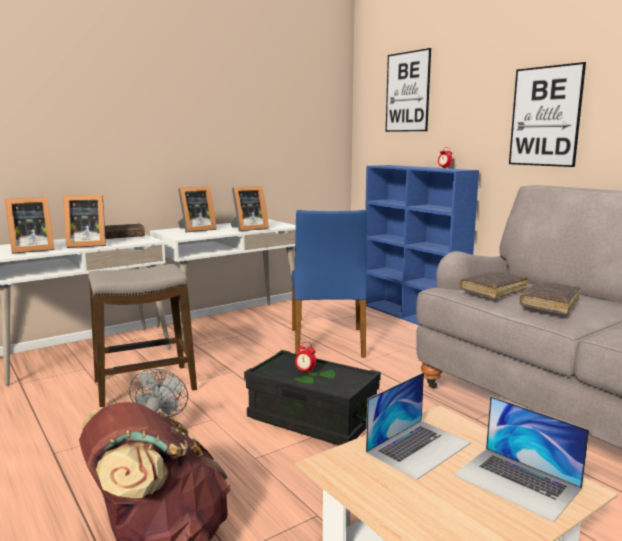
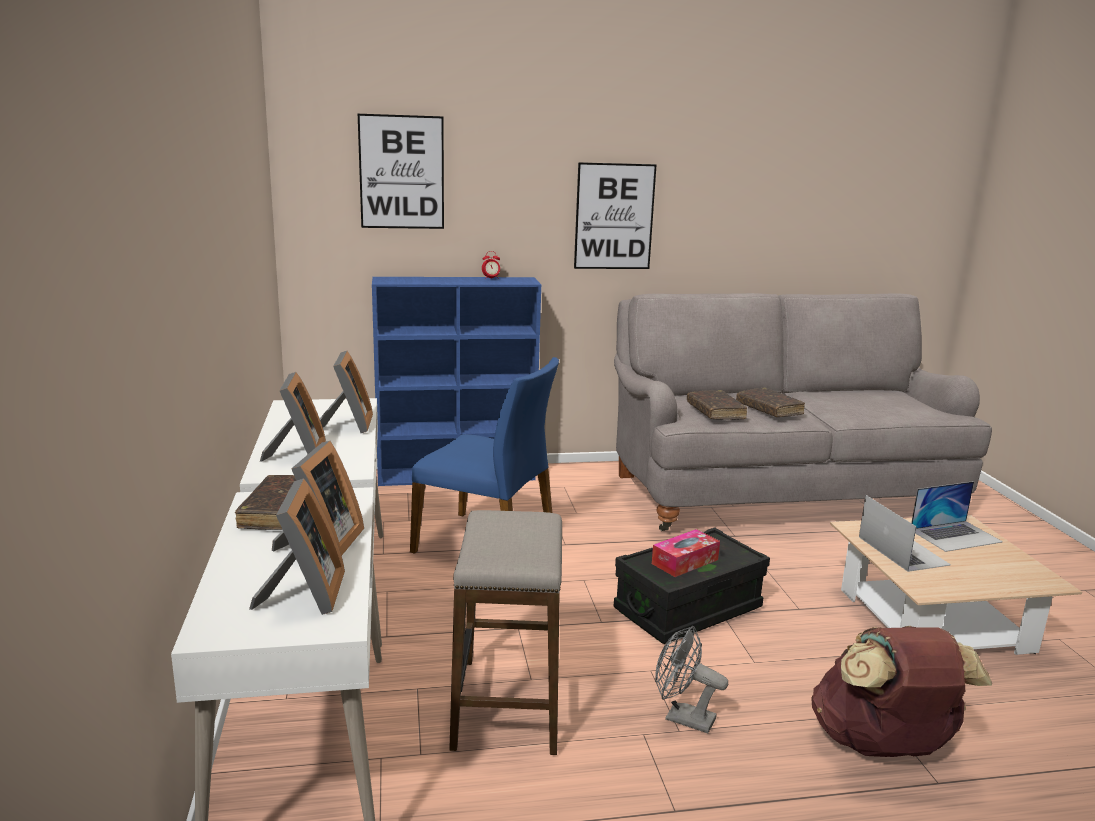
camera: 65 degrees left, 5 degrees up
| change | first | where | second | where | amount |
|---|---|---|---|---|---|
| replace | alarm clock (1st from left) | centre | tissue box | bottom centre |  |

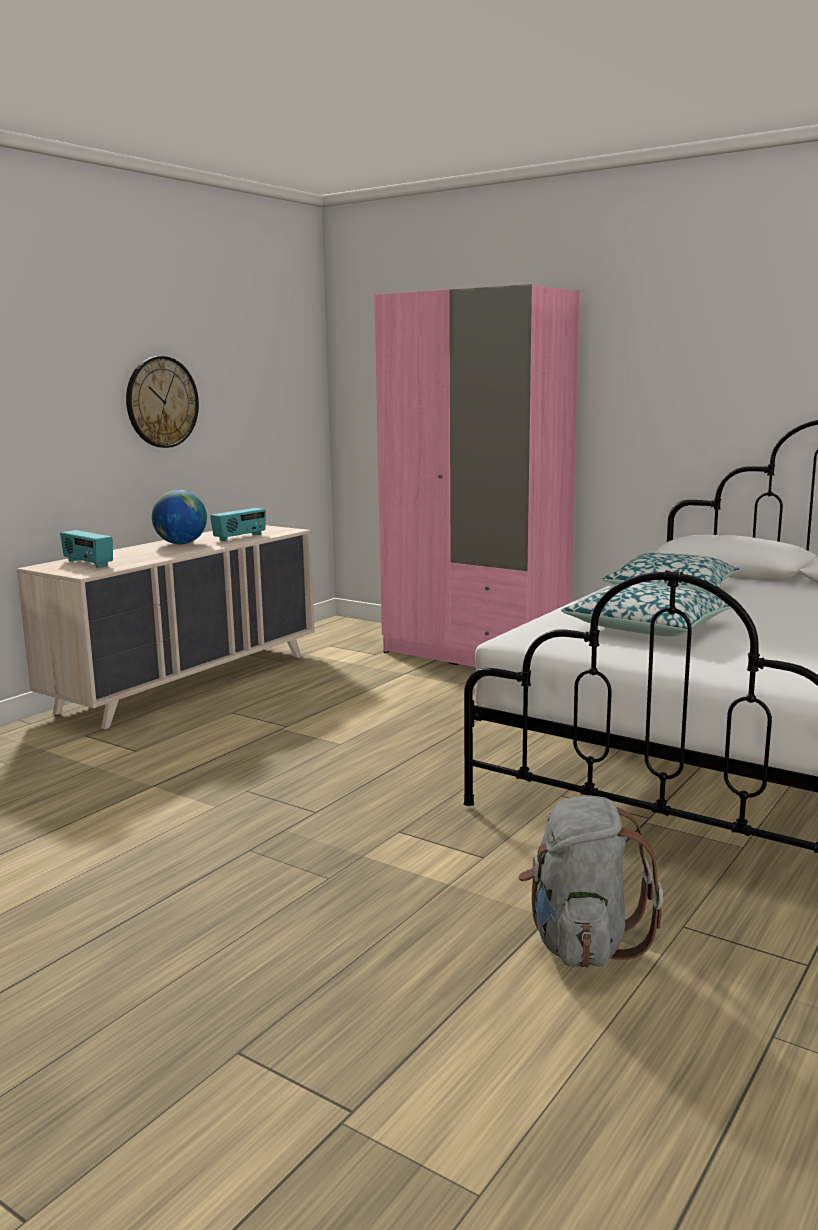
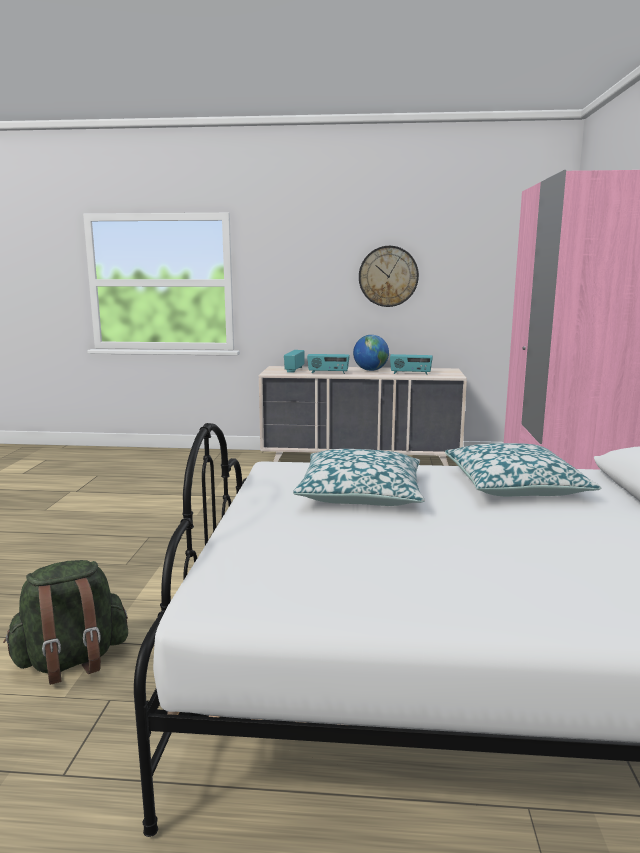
camera: 60 degrees right, 0 degrees up
| change | first | where | second | where | amount |
|---|---|---|---|---|---|
| insert |  |  | radio (2nd from left) | centre |  |
| recolor | backpack (grey) | bottom right | backpack (green) | bottom left |  |

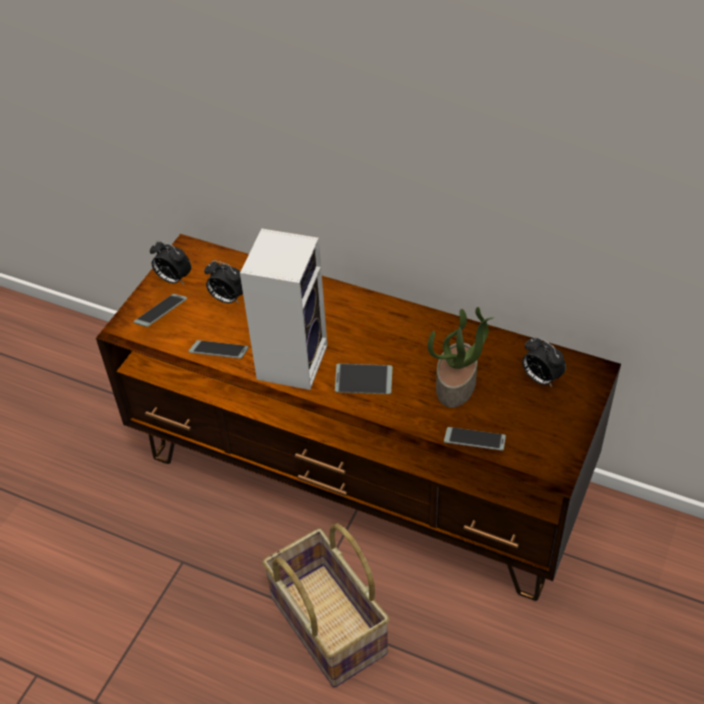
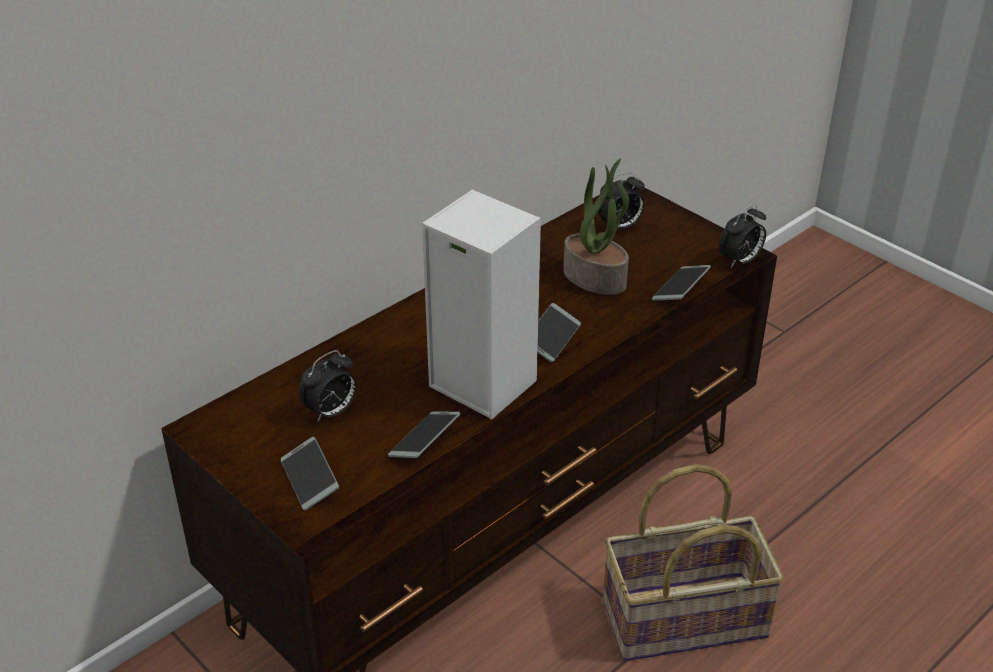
camera: 70 degrees left, 10 degrees down
| change | first | where | second | where | amount |
|---|---|---|---|---|---|
| move | alarm clock (1st from left in the first image) | middle left | alarm clock (3rd from left) | middle right |  |

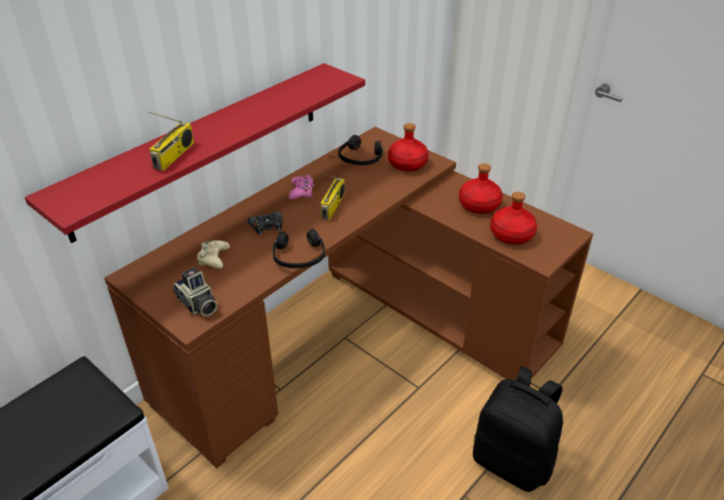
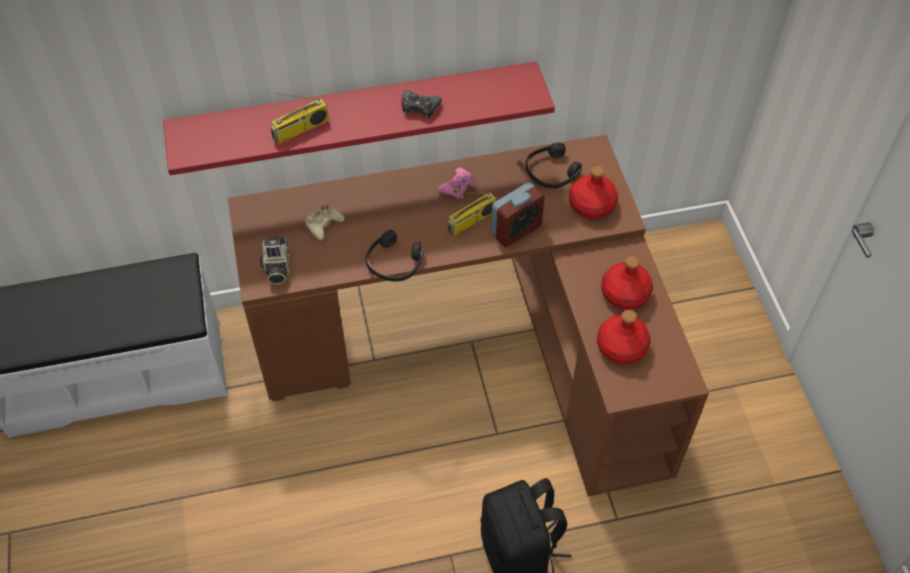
camera: 35 degrees right, 15 degrees up
| change | first | where | second | where | amount |
|---|---|---|---|---|---|
| insert |  |  | alarm clock | centre |  |
| move | game controller (black) | centre |  | top centre |  |

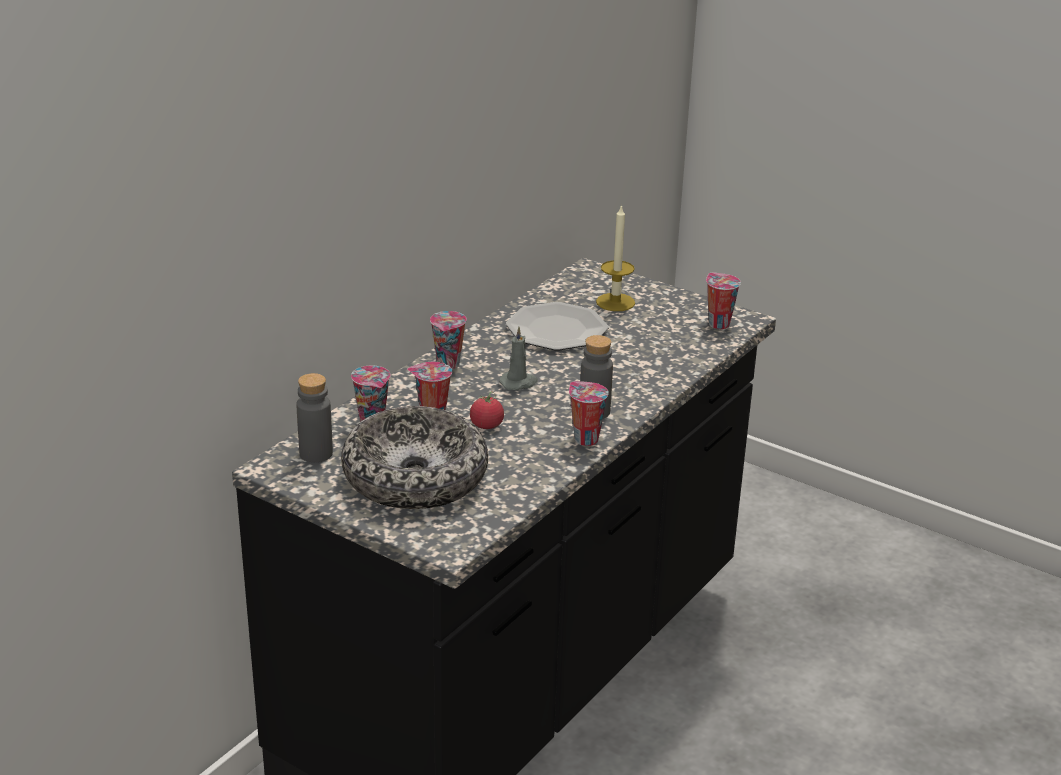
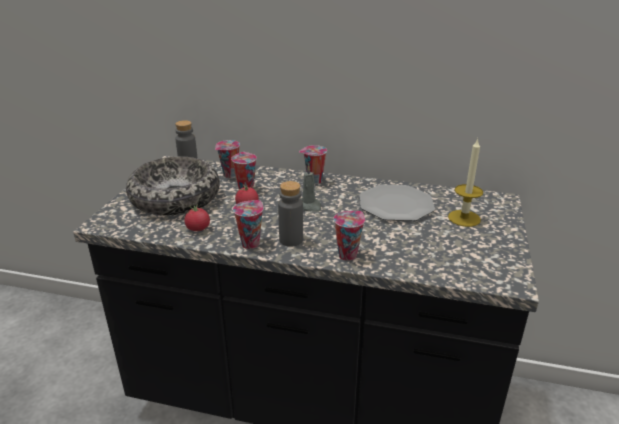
camera: 70 degrees right, 0 degrees up
| change | first | where | second | where | amount |
|---|---|---|---|---|---|
| insert |  |  | tomato (1st from left) | middle left |  |
| move | cup (5th from left) | middle right |  | centre |  |

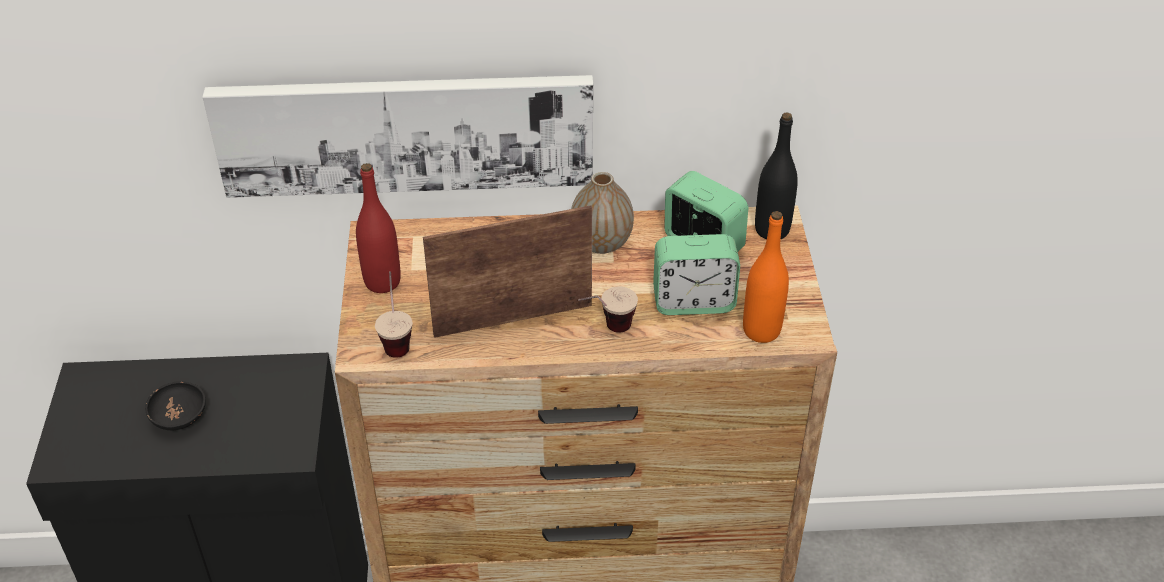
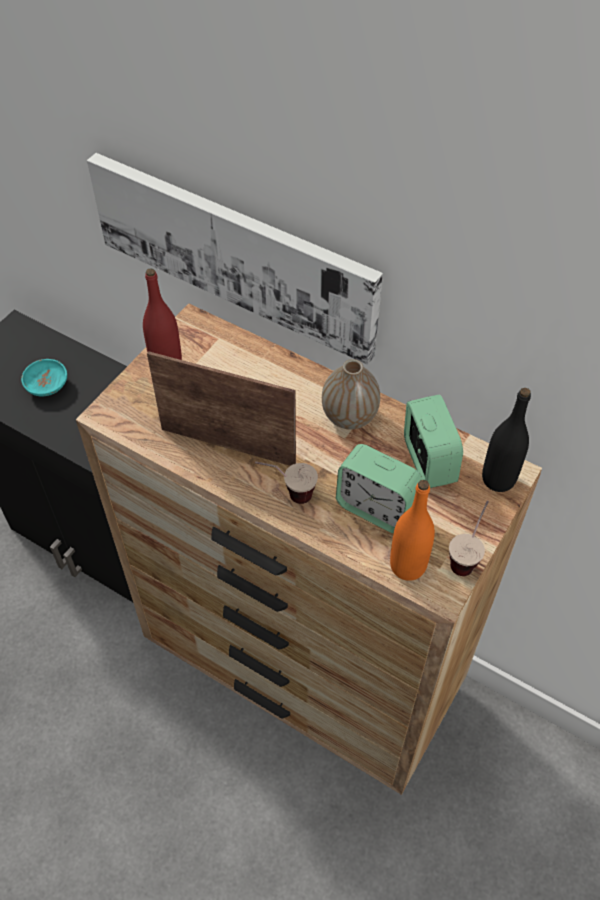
camera: 35 degrees right, 10 degrees up
| change | first | where | second | where | amount |
|---|---|---|---|---|---|
| move | cup (1st from left in the first image) | centre | cup (2nd from left) | middle right |  |
| recolor | bowl (black) | bottom left | bowl (turquoise) | middle left |  |

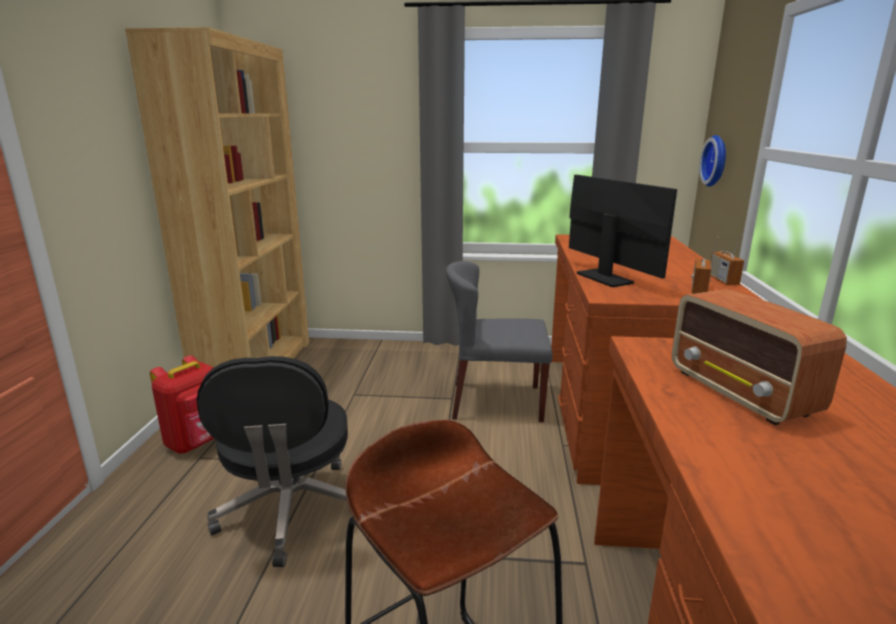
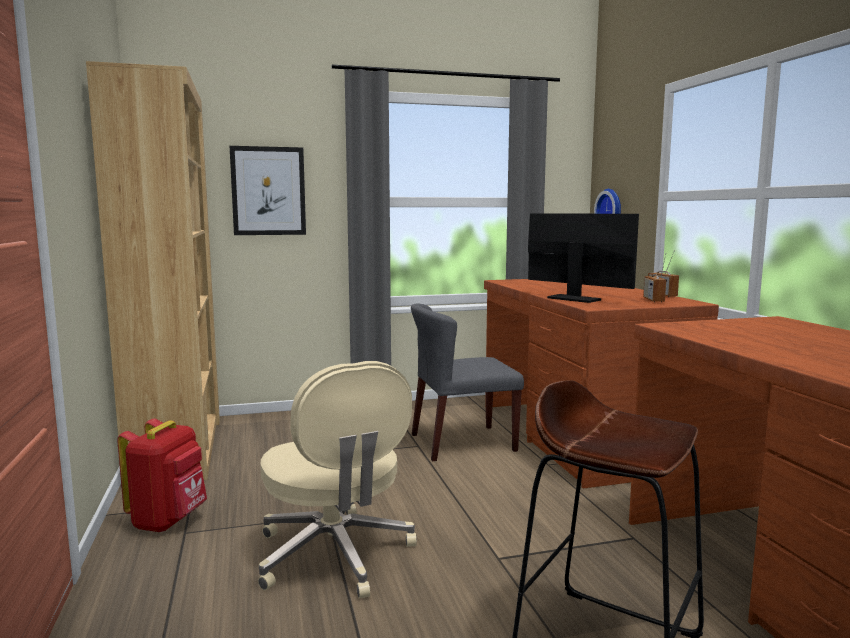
camera: 20 degrees left, 10 degrees down
| change | first | where | second | where | amount |
|---|---|---|---|---|---|
| delete | radio (3rd from left) | middle right |  |  |  |
| insert |  |  | picture | top left |  |
| recolor | office chair (black) | bottom left | office chair (beige) | bottom centre |  |

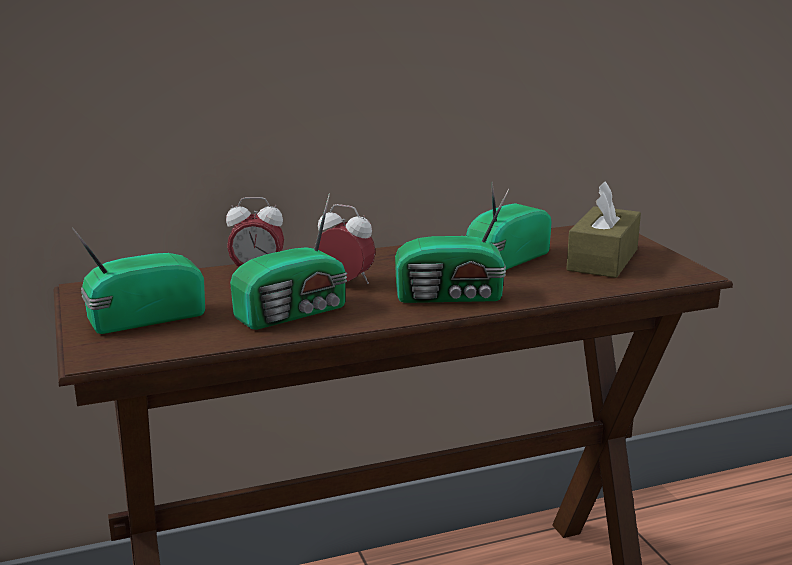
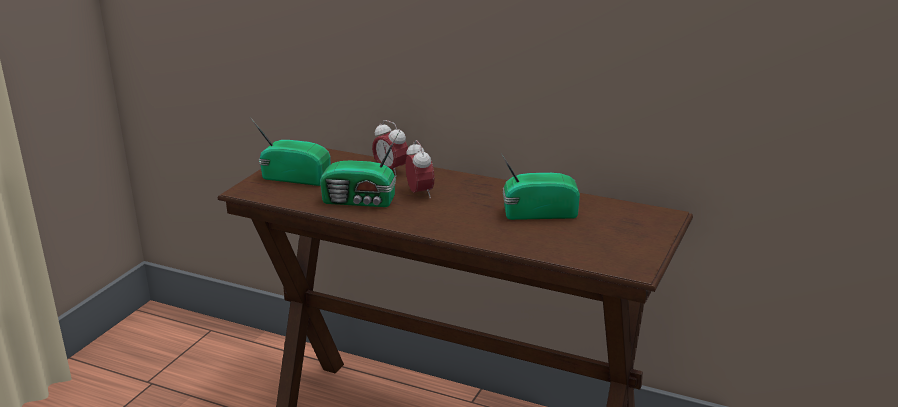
camera: 45 degrees right, 5 degrees up
| change | first | where | second | where | amount |
|---|---|---|---|---|---|
| delete | radio (3rd from left) | centre |  |  |  |
| delete | tissue box (brown) | middle right |  |  |  |

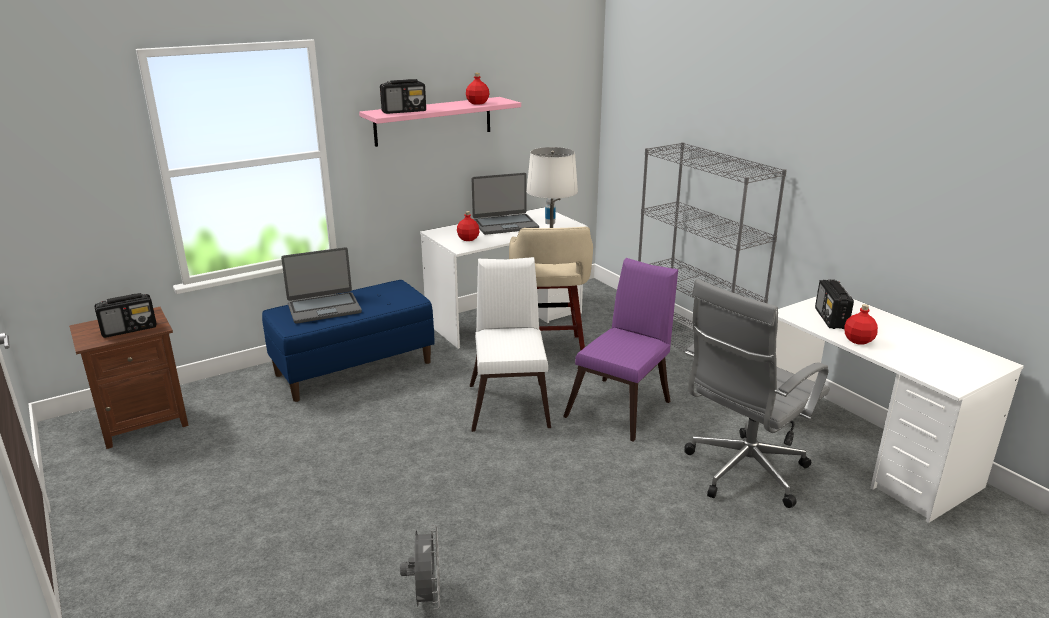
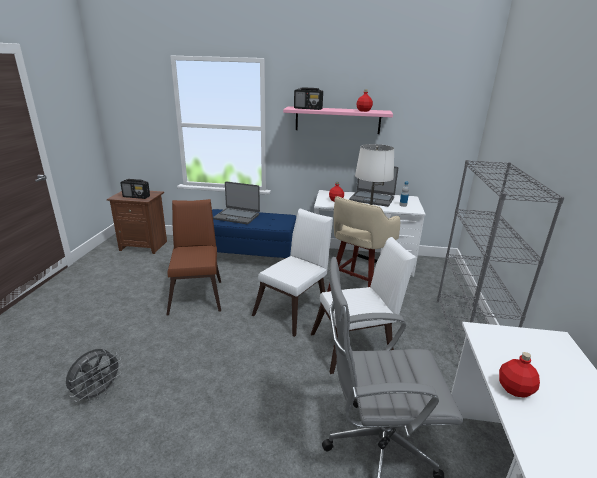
camera: 40 degrees right, 0 degrees up
| change | first | where | second | where | amount |
|---|---|---|---|---|---|
| delete | radio (3rd from left) | middle right |  |  |  |
| insert |  |  | chair (brown) | middle left |  |
| recolor | chair (purple) | centre | chair (white) (2nd from left) | centre |  |

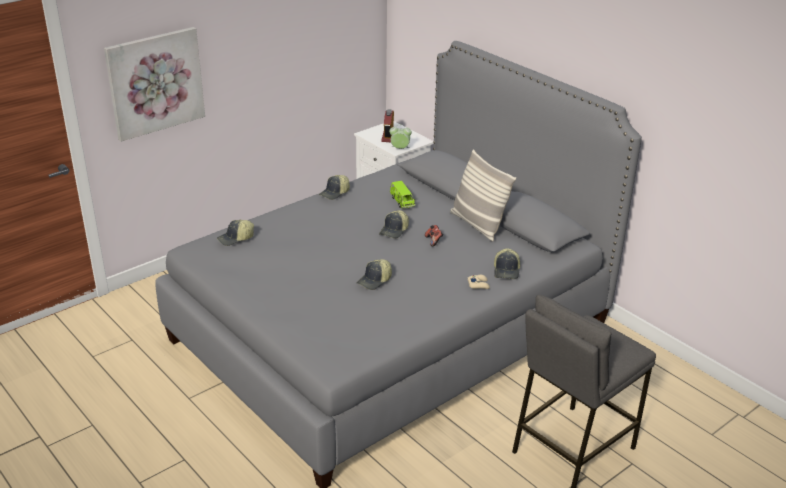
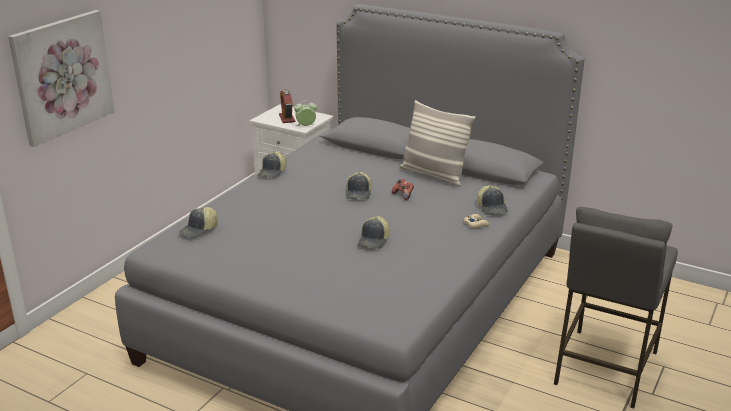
camera: 20 degrees left, 5 degrees down
| change | first | where | second | where | amount |
|---|---|---|---|---|---|
| delete | toy car (green) | centre |  |  |  |

